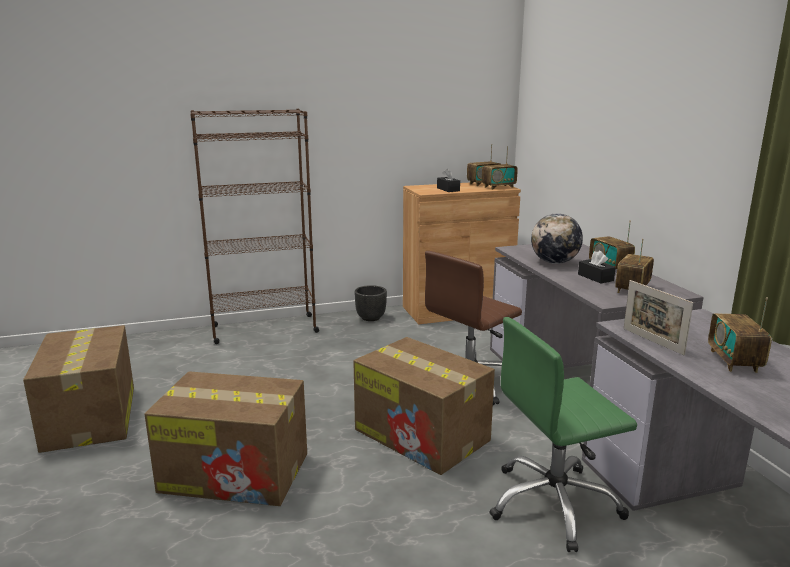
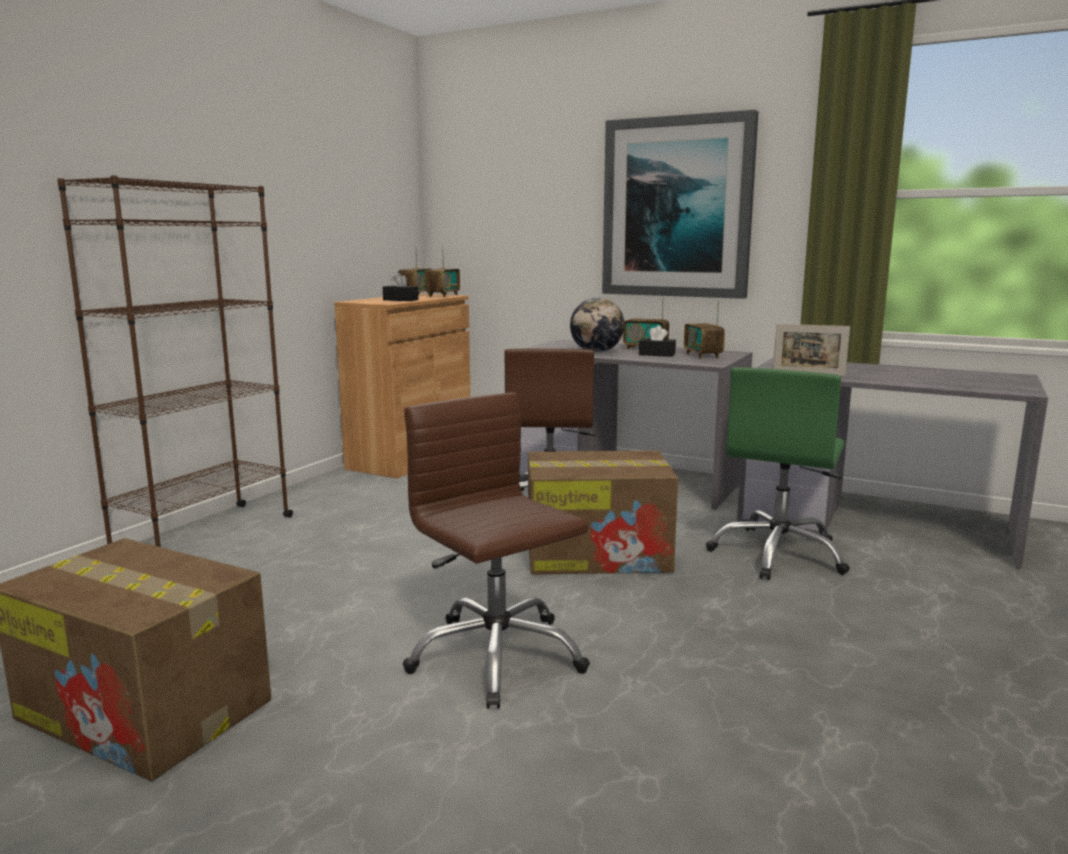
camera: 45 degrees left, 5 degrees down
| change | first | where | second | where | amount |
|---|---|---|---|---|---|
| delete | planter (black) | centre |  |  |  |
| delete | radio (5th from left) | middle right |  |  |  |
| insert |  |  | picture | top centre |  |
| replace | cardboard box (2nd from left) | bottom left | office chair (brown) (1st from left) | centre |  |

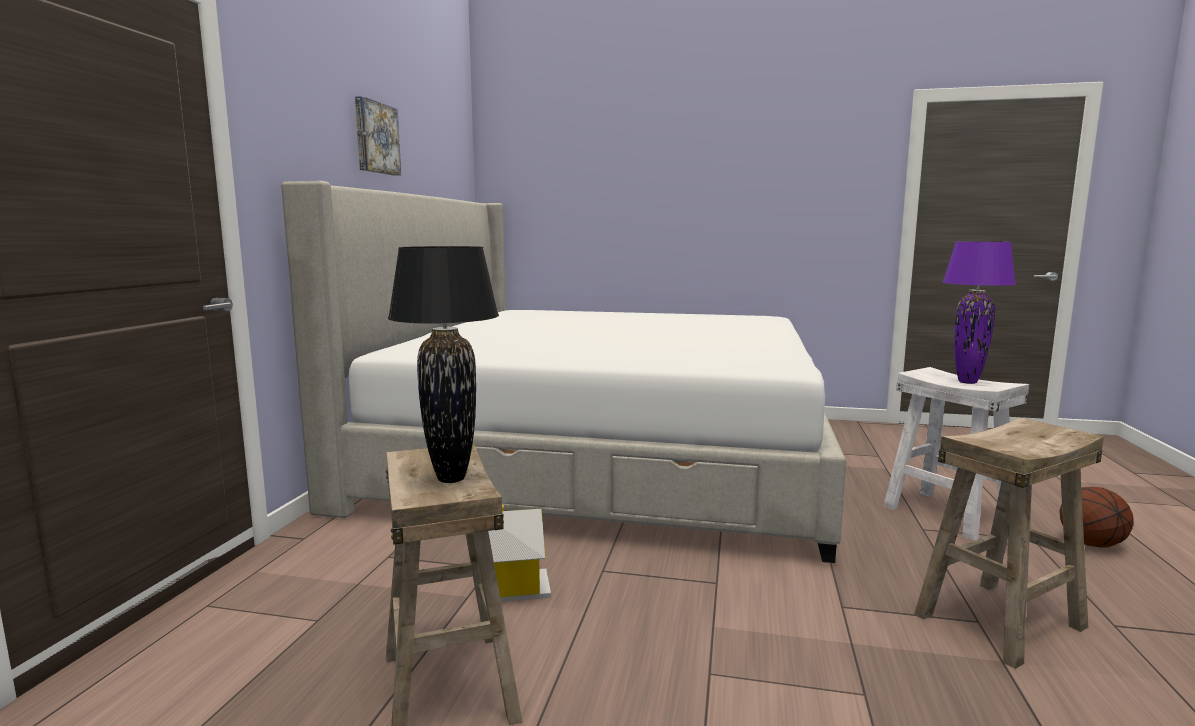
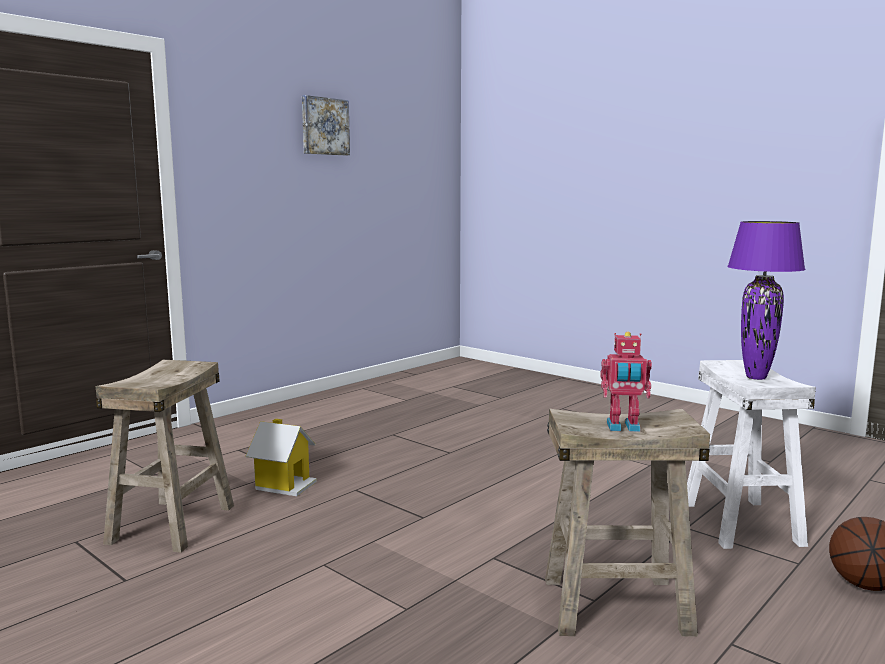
camera: 30 degrees right, 0 degrees up
| change | first | where | second | where | amount |
|---|---|---|---|---|---|
| delete | bed | centre |  |  |  |
| delete | table lamp (black) | centre |  |  |  |
| insert |  |  | toy robot | middle right |  |

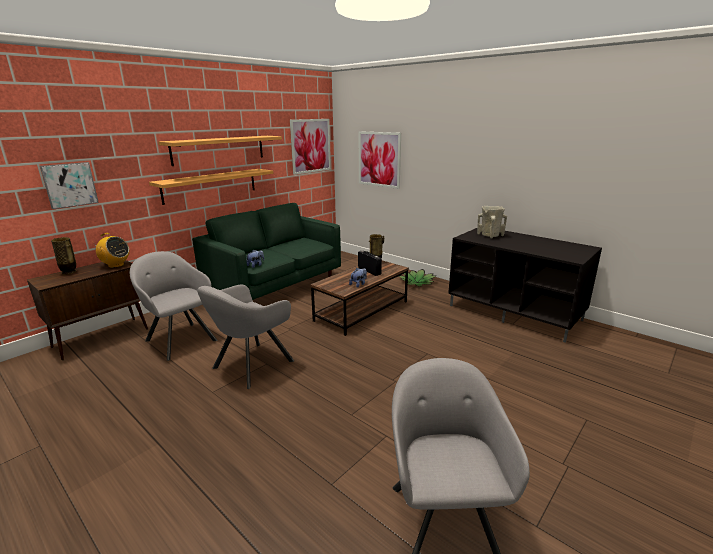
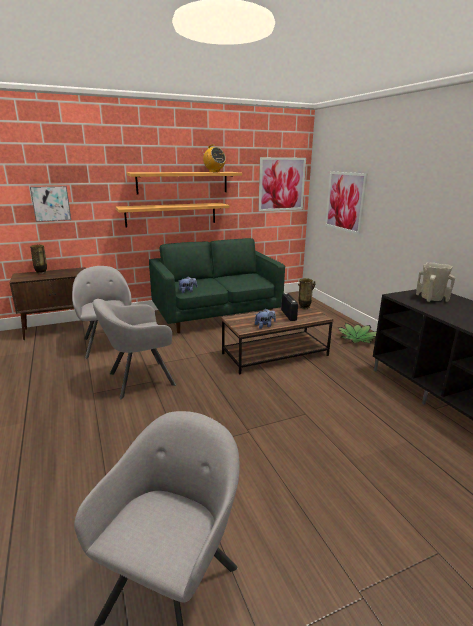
camera: 25 degrees right, 0 degrees up
| change | first | where | second | where | amount |
|---|---|---|---|---|---|
| move | radio (1st from left) | middle left |  | top centre |  |

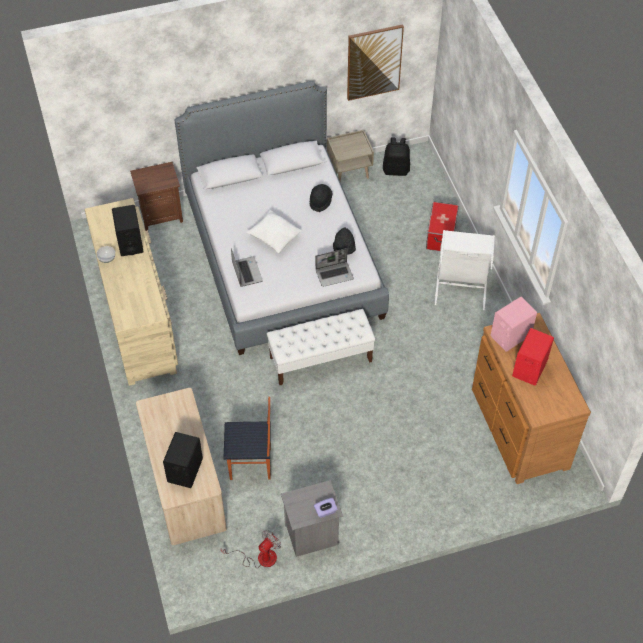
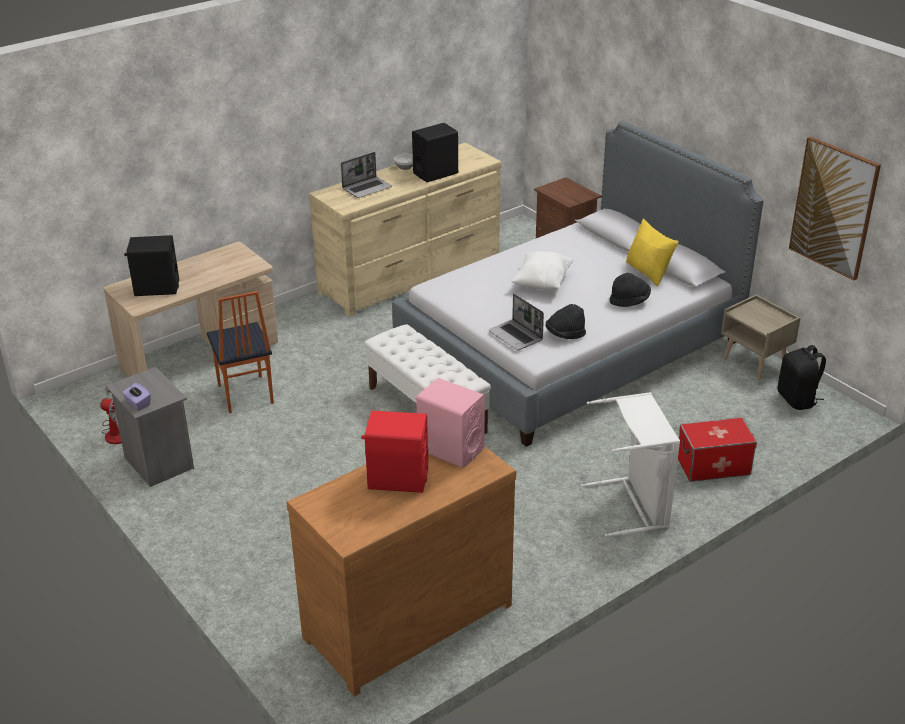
camera: 70 degrees right, 20 degrees down
| change | first | where | second | where | amount |
|---|---|---|---|---|---|
| insert |  |  | pillow (yellow) | middle right |  |
| move | laptop (1st from left) | centre |  | top centre |  |

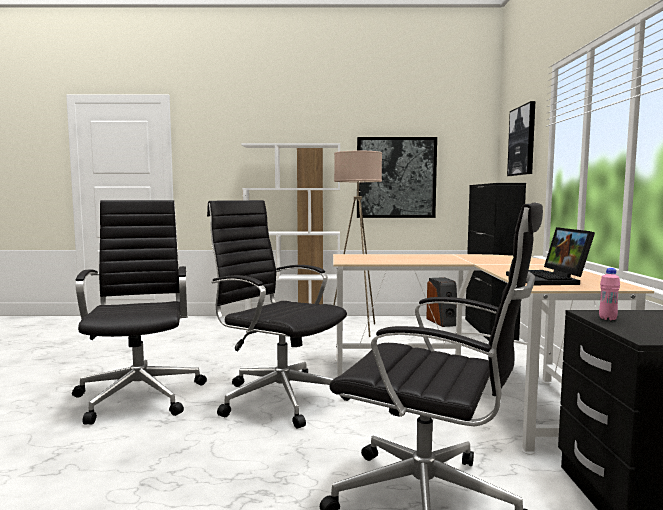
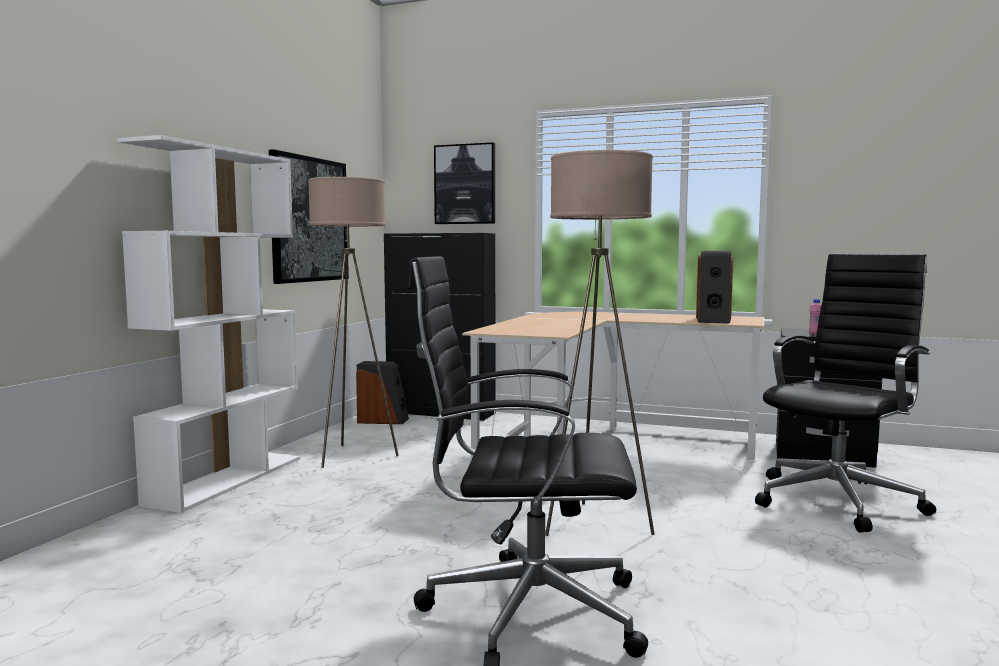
camera: 70 degrees left, 0 degrees up
| change | first | where | second | where | amount |
|---|---|---|---|---|---|
| replace | office chair (black) (2nd from left) | centre | floor lamp (beige) (2nd from left) | centre |  |
| replace | laptop | middle right | speaker (2nd from left) | middle right |  |

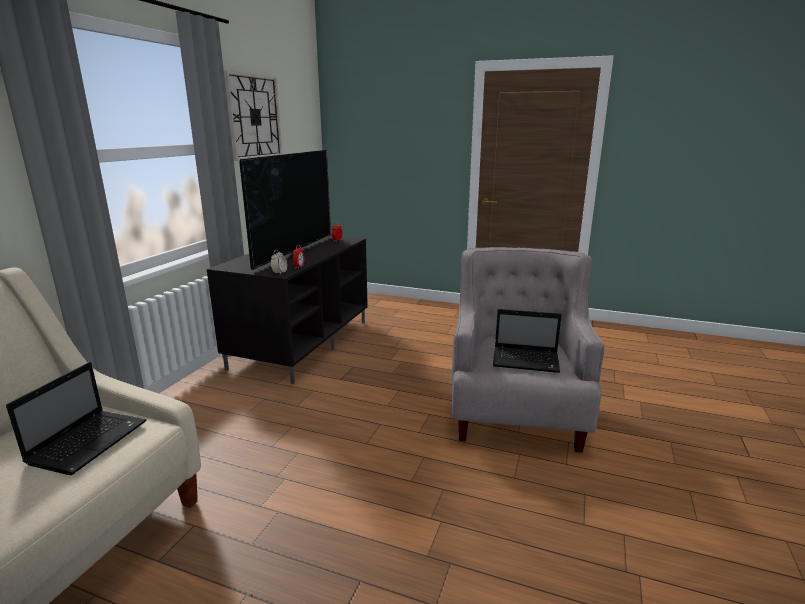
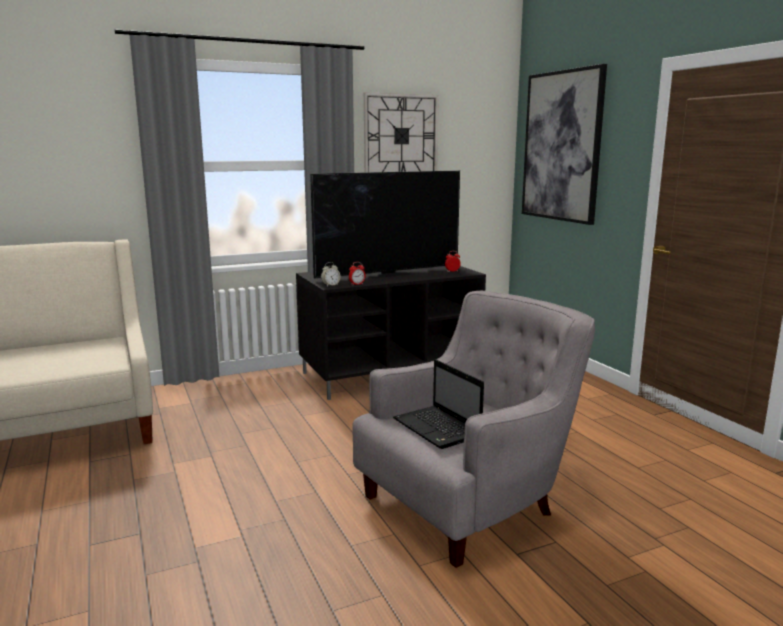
camera: 45 degrees right, 5 degrees down
| change | first | where | second | where | amount |
|---|---|---|---|---|---|
| delete | laptop (1st from left) | bottom left |  |  |  |
| insert |  |  | picture | top right |  |

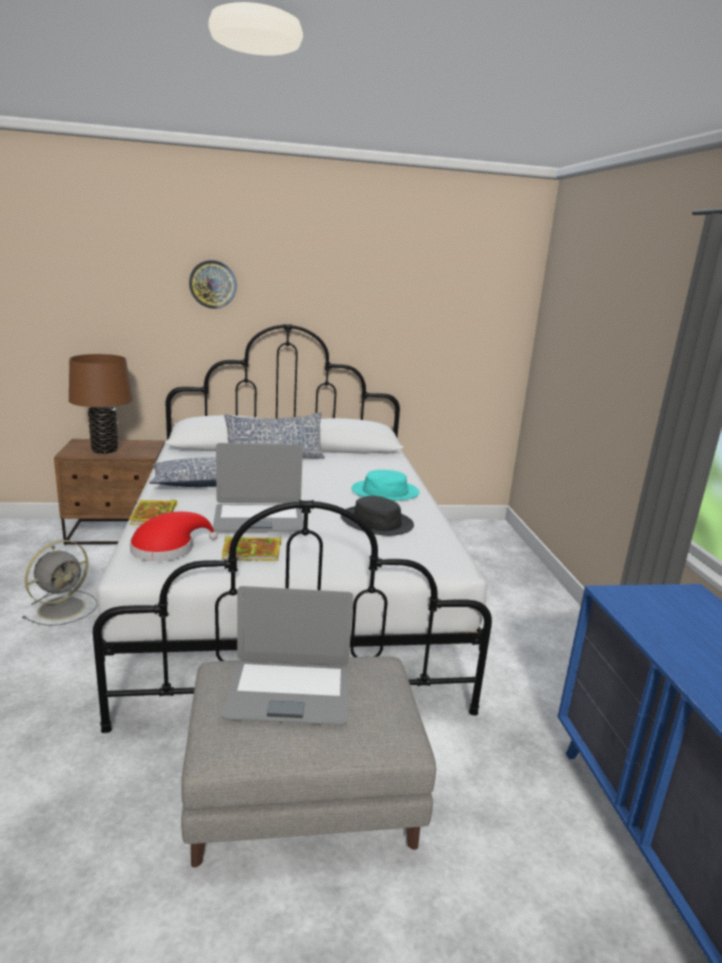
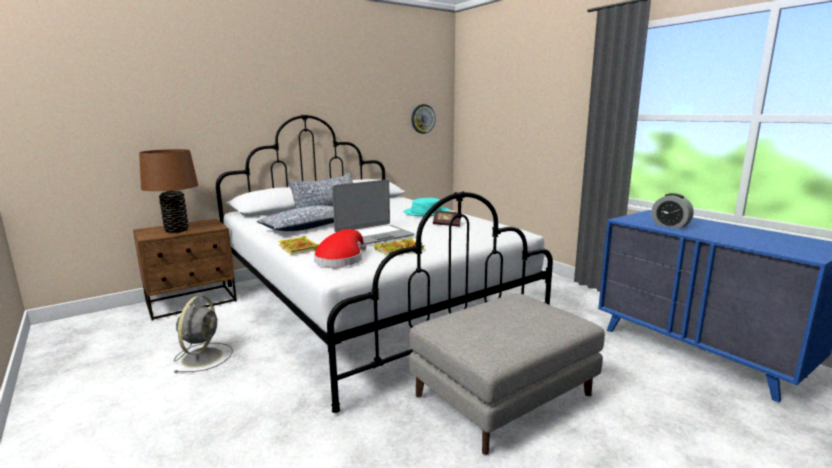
camera: 25 degrees left, 5 degrees down
| change | first | where | second | where | amount |
|---|---|---|---|---|---|
| delete | laptop (2nd from left) | bottom centre |  |  |  |
| insert |  |  | alarm clock | middle right |  |
| move | wall clock | top left |  | top centre |  |
| replace | hat (black) | centre | book (3rd from left) | centre |  |

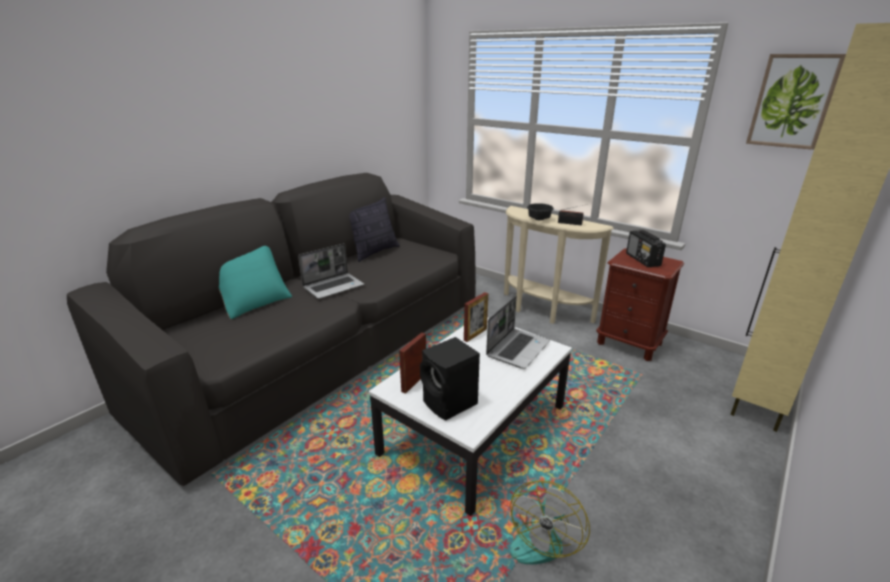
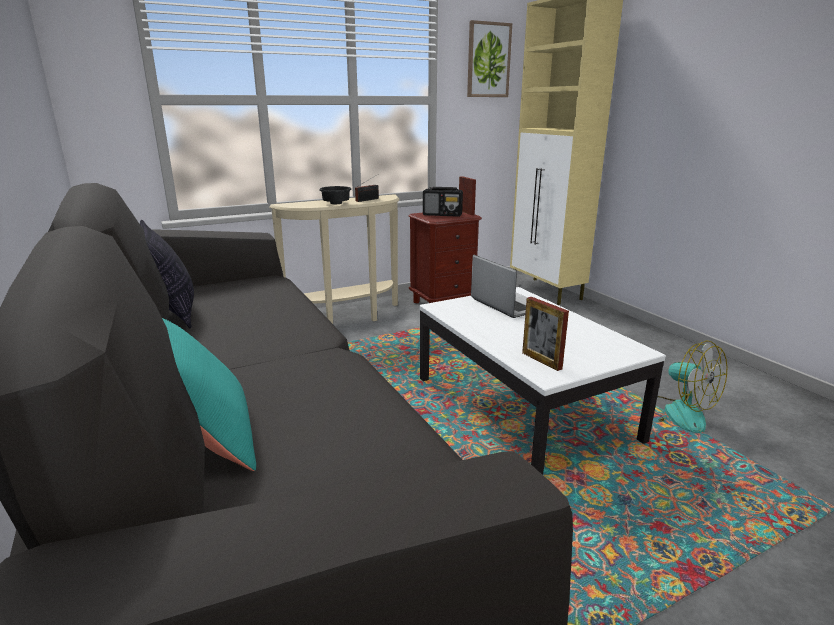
camera: 65 degrees left, 5 degrees down
| change | first | where | second | where | amount |
|---|---|---|---|---|---|
| delete | laptop (1st from left) | centre |  |  |  |
| delete | speaker (black) | centre |  |  |  |
| move | picture frame (2nd from left in the first image) | centre | picture frame (1st from left) | top centre |  |

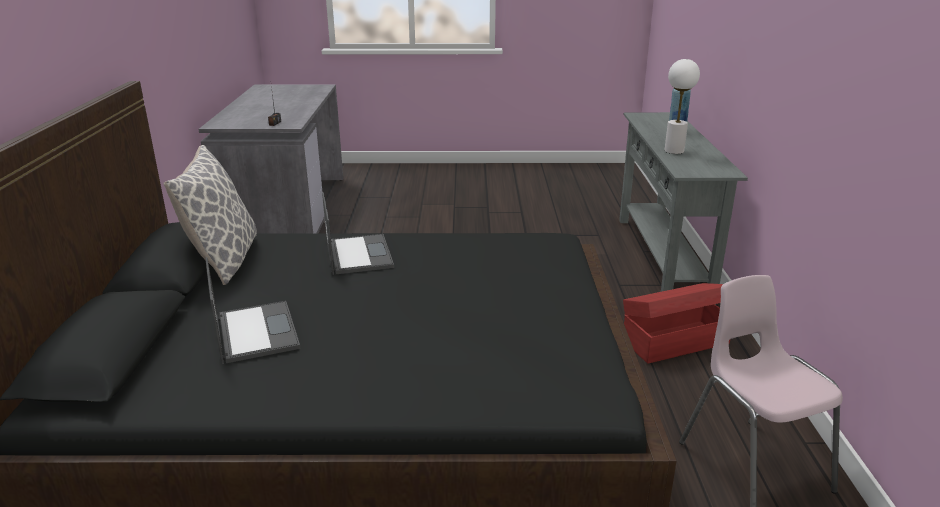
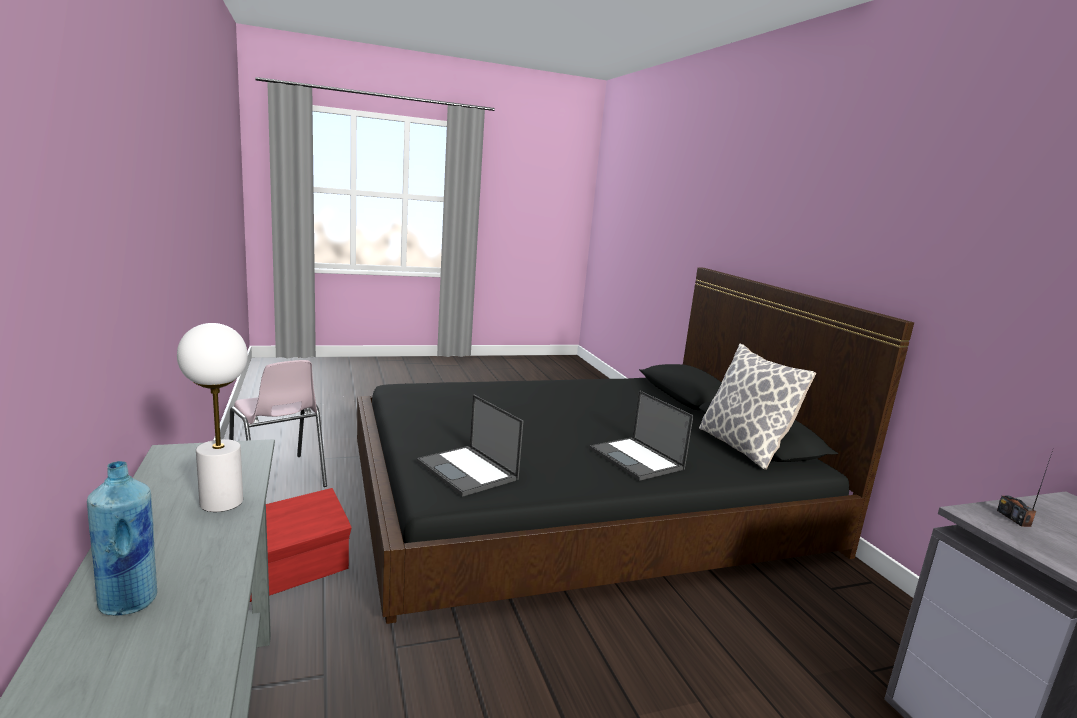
camera: 160 degrees right, 10 degrees down
| change | first | where | second | where | amount |
|---|---|---|---|---|---|
| move | laptop (1st from left) | middle left |  | centre |  |

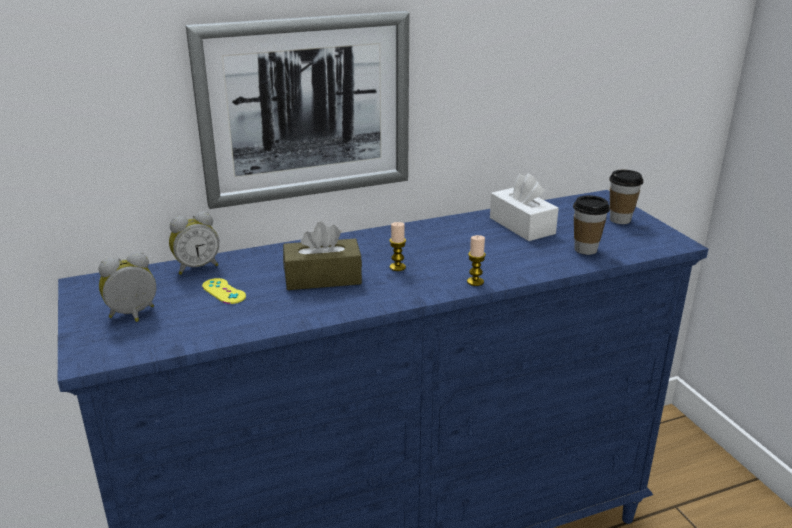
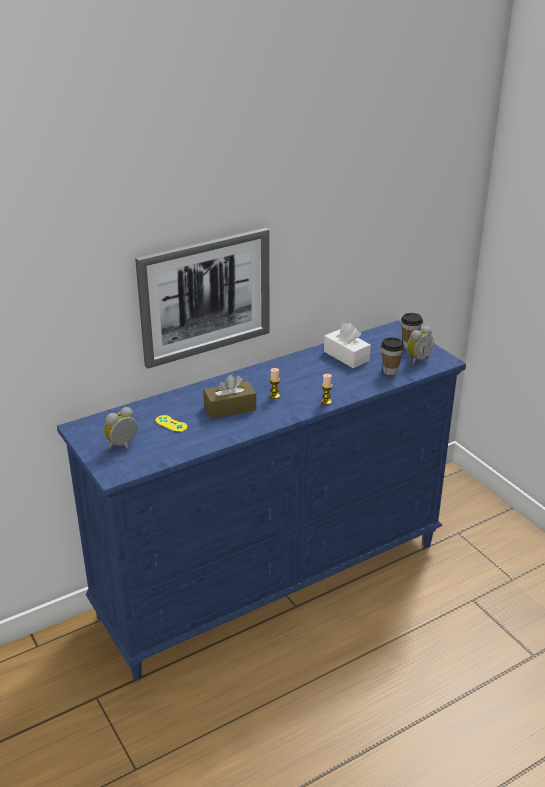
camera: 10 degrees left, 5 degrees up
| change | first | where | second | where | amount |
|---|---|---|---|---|---|
| move | alarm clock (2nd from left) | middle left |  | middle right |  |

